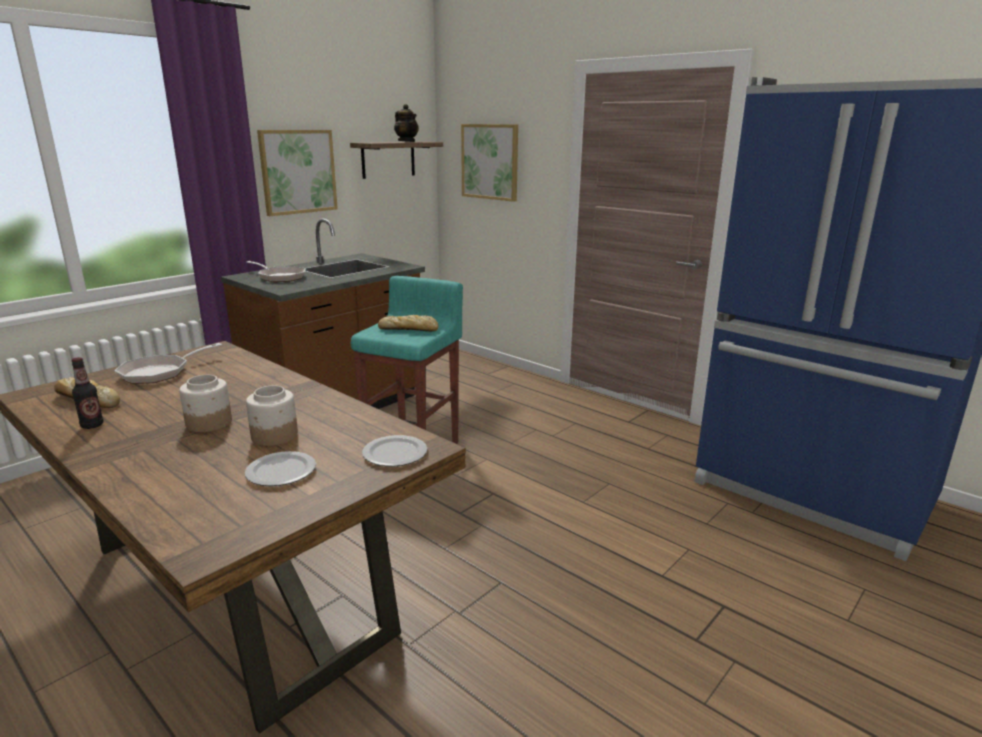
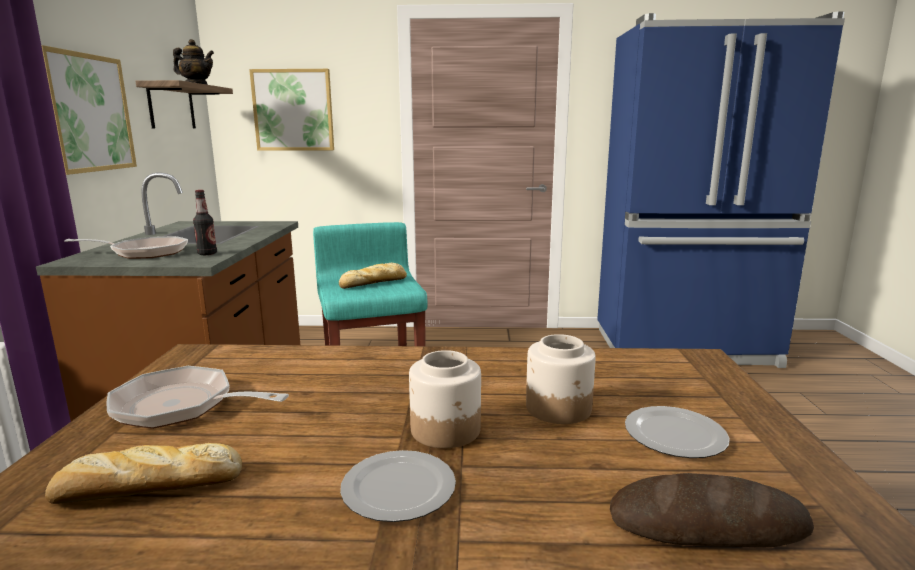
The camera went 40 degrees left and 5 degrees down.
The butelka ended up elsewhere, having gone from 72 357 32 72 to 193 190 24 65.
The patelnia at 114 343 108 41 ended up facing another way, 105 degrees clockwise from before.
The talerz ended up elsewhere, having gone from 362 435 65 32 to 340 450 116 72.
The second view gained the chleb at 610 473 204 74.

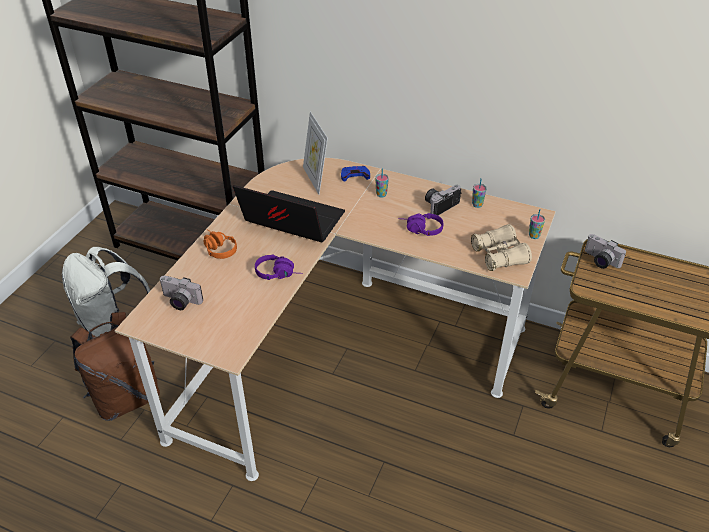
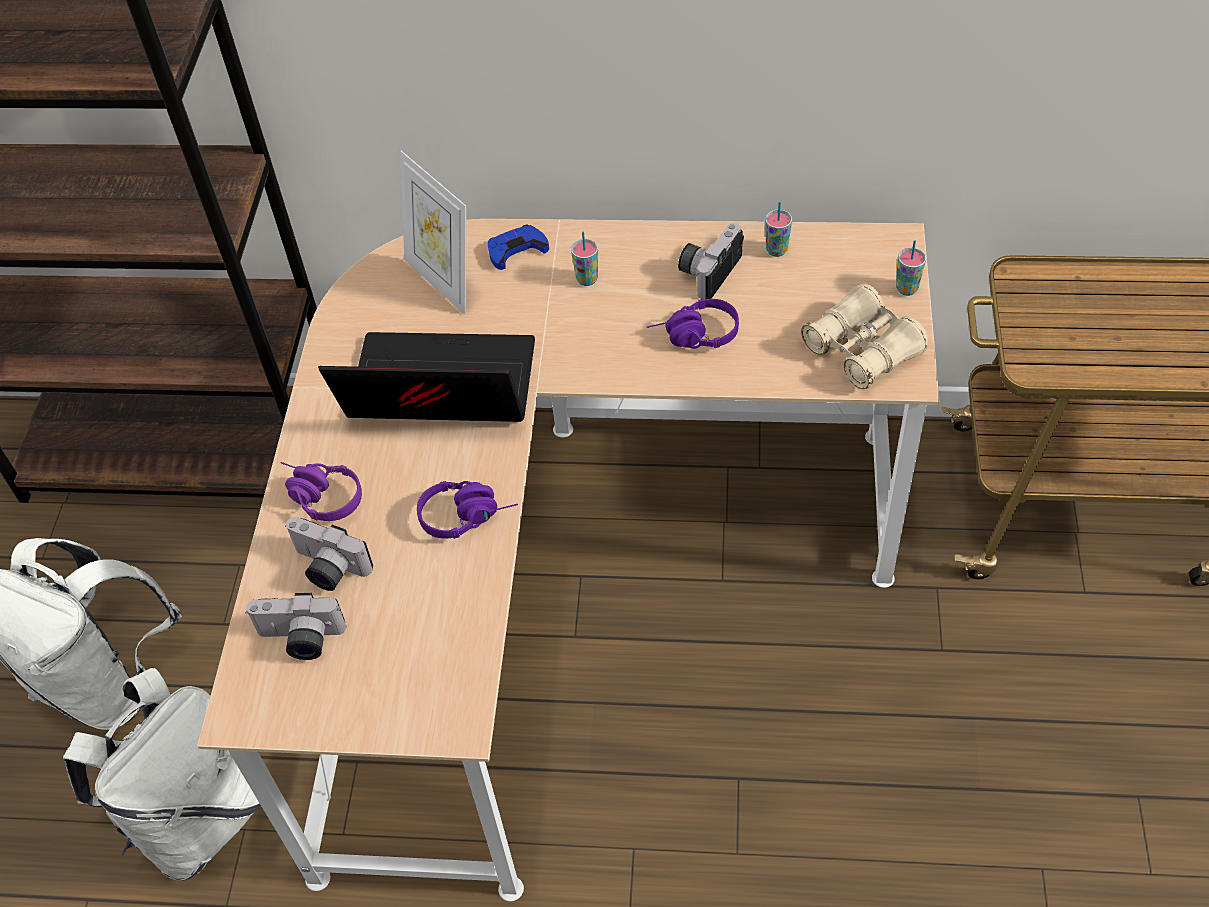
The camera went 15 degrees left and 10 degrees up.
What was the plecak [brązowy] at 70 312 90 109 turned into the plecak [biały] at 63 668 198 213.
What was the słuchawki [pomarańczowy] at 203 229 34 30 turned into the słuchawki [fioletowy] at 281 462 81 59.
The aparat fotograficzny ended up elsewhere, having gone from 585 234 41 35 to 285 517 88 74.

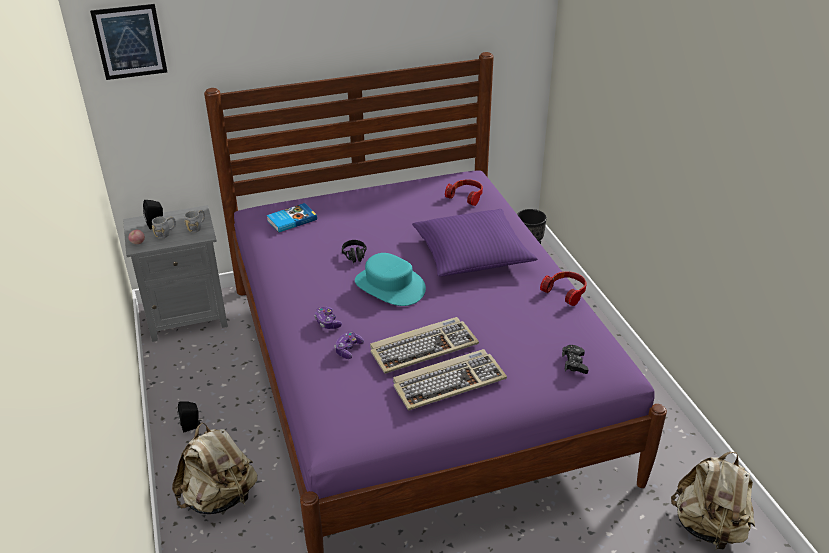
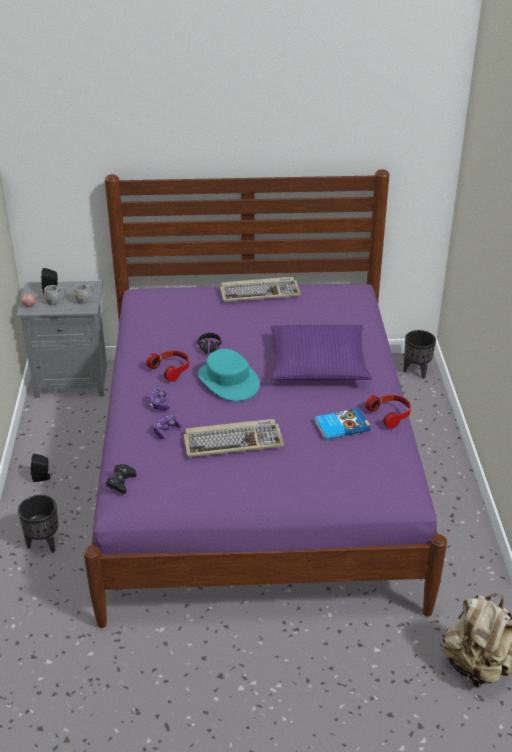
The camera went 15 degrees right and 0 degrees up.
The second view lost the obraz at 90 4 77 76.
Where the plecak [beżowy] stood at 172 422 85 92, the donica [czarny] came to stand at 18 495 40 58.
The książka ended up elsewhere, having gone from 267 203 50 30 to 315 408 55 32.
The klawiatura ended up elsewhere, having gone from 393 349 114 62 to 220 277 81 25.
The słuchawki ended up elsewhere, having gone from 445 179 38 27 to 146 350 43 32.
The pad do gier [czarny] ended up elsewhere, having gone from 562 345 27 29 to 106 464 30 30.

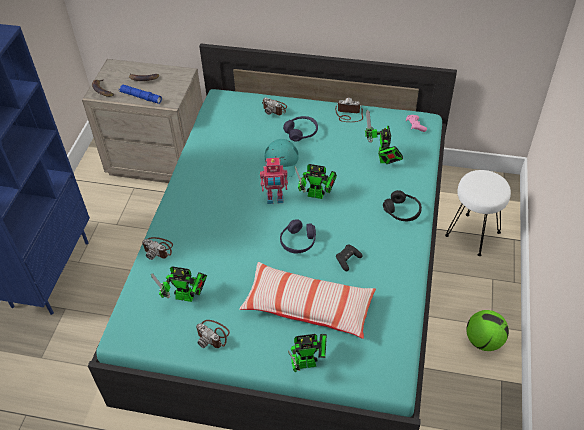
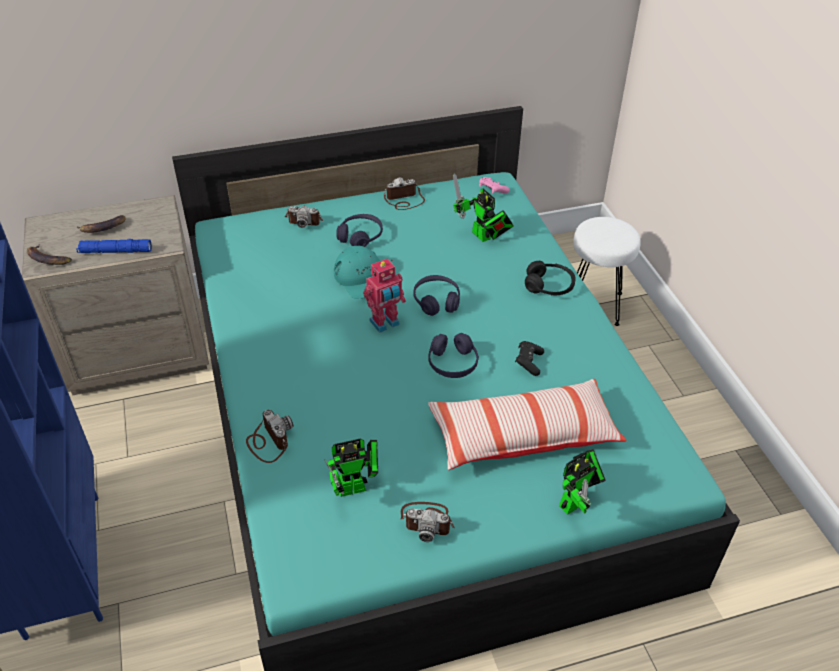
The camera went 30 degrees left and 5 degrees down.
The aparat fotograficzny at 142 237 31 23 ended up facing another way, 120 degrees counterclockwise from before.
Where the robot zabawkowy stood at 295 164 42 35, the słuchawki [fioletowy] came to stand at 413 275 47 41.
The second view lost the piłka futbolowa at 466 310 43 41.

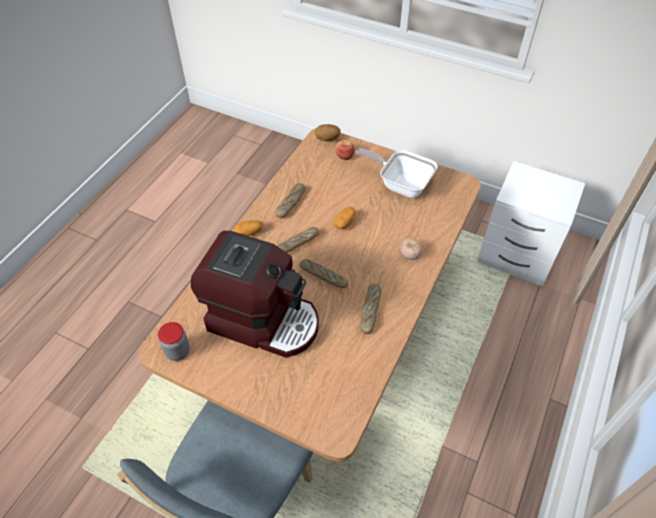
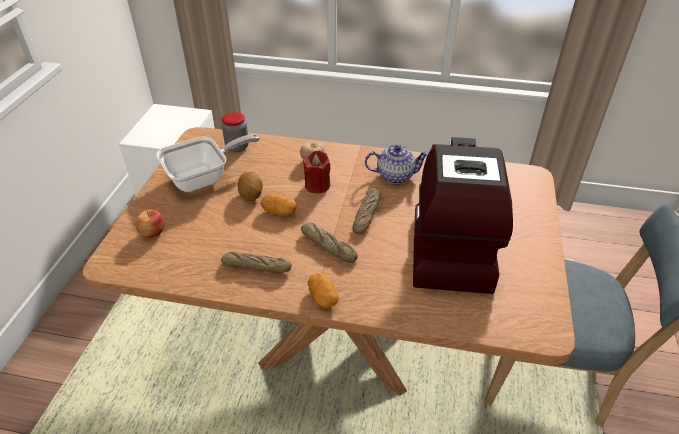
The camera went 105 degrees left and 10 degrees down.
The słoik ended up elsewhere, having gone from 158 322 32 39 to 222 112 27 40.
The ziemniak ended up elsewhere, having gone from 315 124 26 17 to 238 172 25 29.
The patelnia at 356 149 82 49 ended up facing another way, 135 degrees counterclockwise from before.
Where the chleb stood at 360 283 21 51, the imbryk came to stand at 365 145 64 39.
The second view gained the świeca [czerwony] at 303 151 27 43.

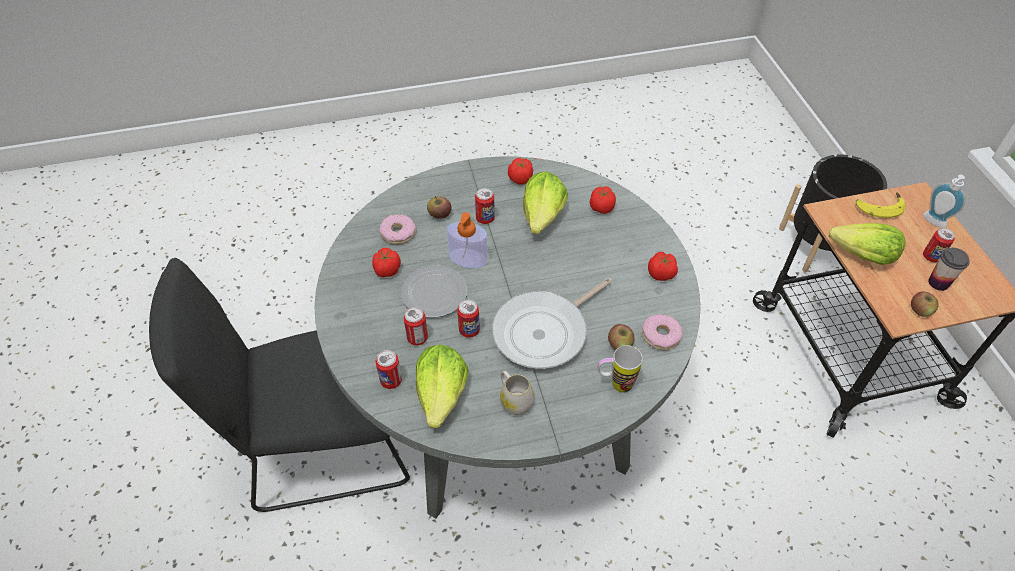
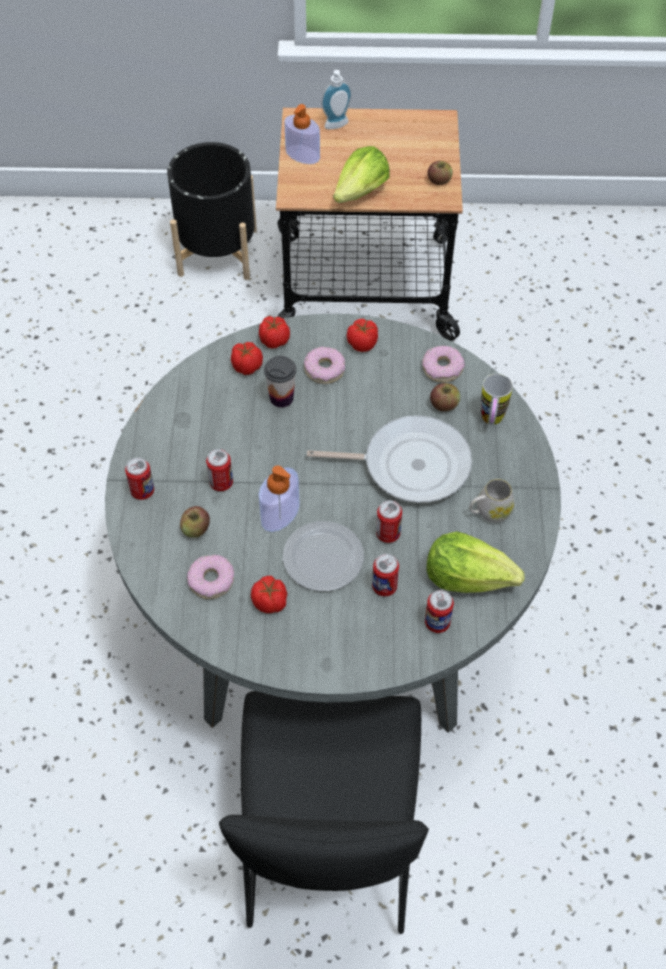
The camera went 75 degrees left and 5 degrees up.
The patelnia at 492 278 120 91 ended up facing another way, 60 degrees counterclockwise from before.
The pomidor ended up elsewhere, having gone from 508 158 25 27 to 259 316 31 32.
The second view lost the sałata at 523 171 45 63.
Where the banan stood at 856 192 50 26, the dozownik mydła came to stand at 284 104 36 60.
The puszka ended up elsewhere, having gone from 923 228 32 35 to 125 457 29 43.
The filiżanka ended up elsewhere, having gone from 928 248 42 43 to 264 356 32 51.
The second view gained the donut at 304 347 41 37.

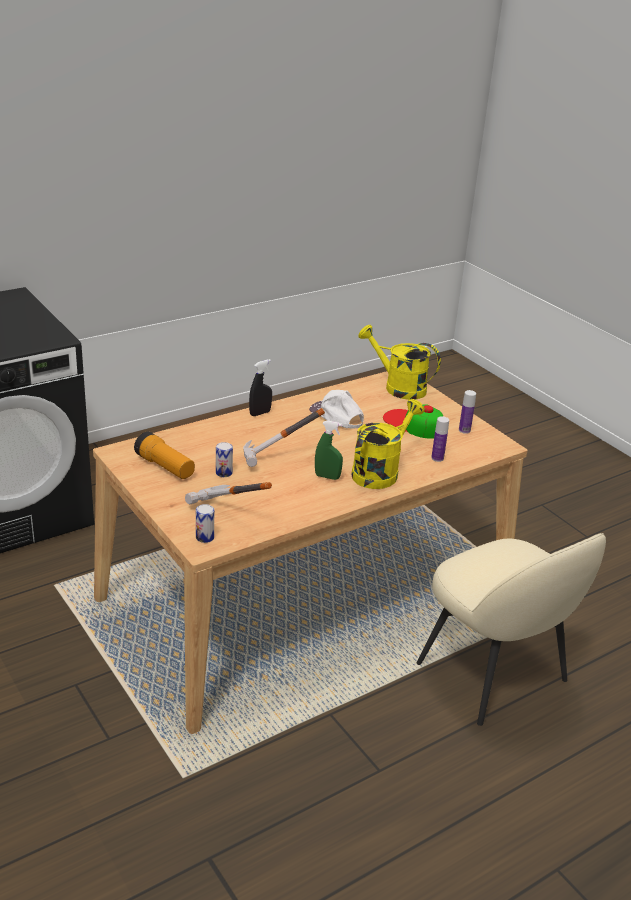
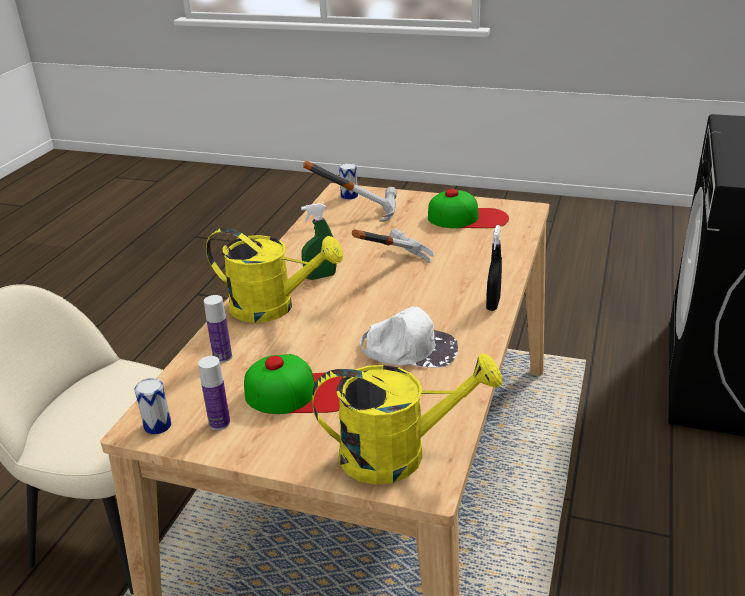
The camera went 145 degrees right and 0 degrees up.
Where the latarka stood at 134 432 61 47, the czapka z daszkiem came to stand at 428 189 81 39.
The puszka ended up elsewhere, having gone from 216 442 17 35 to 135 378 36 57.
The konewka [żółty] at 351 399 74 90 ended up facing another way, 75 degrees counterclockwise from before.

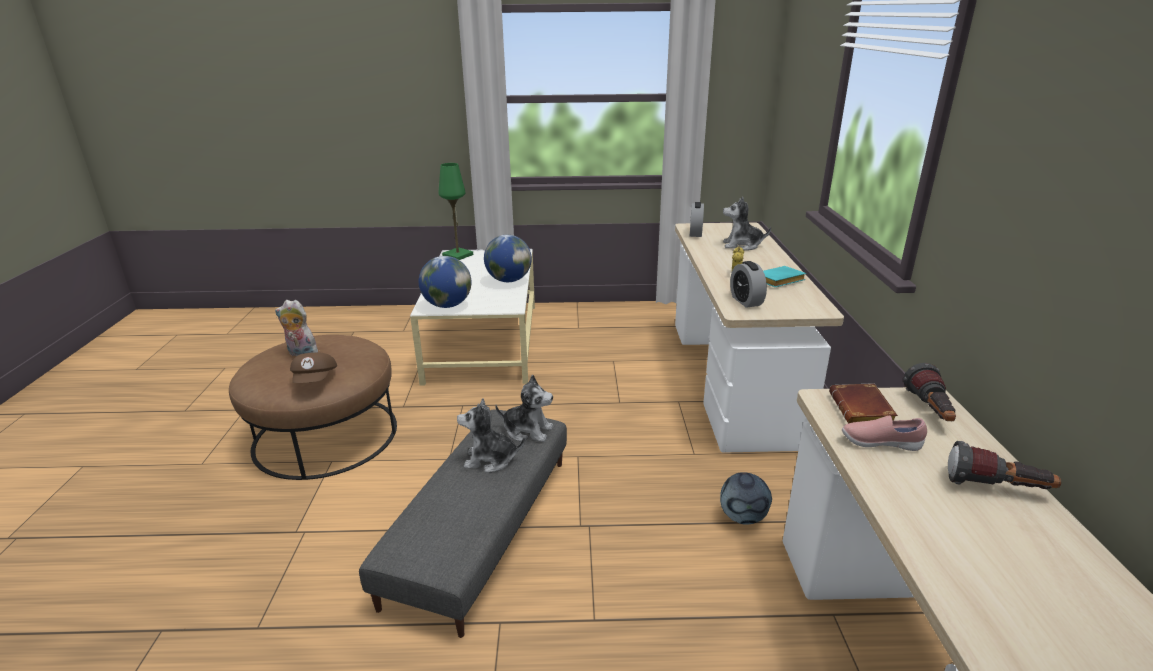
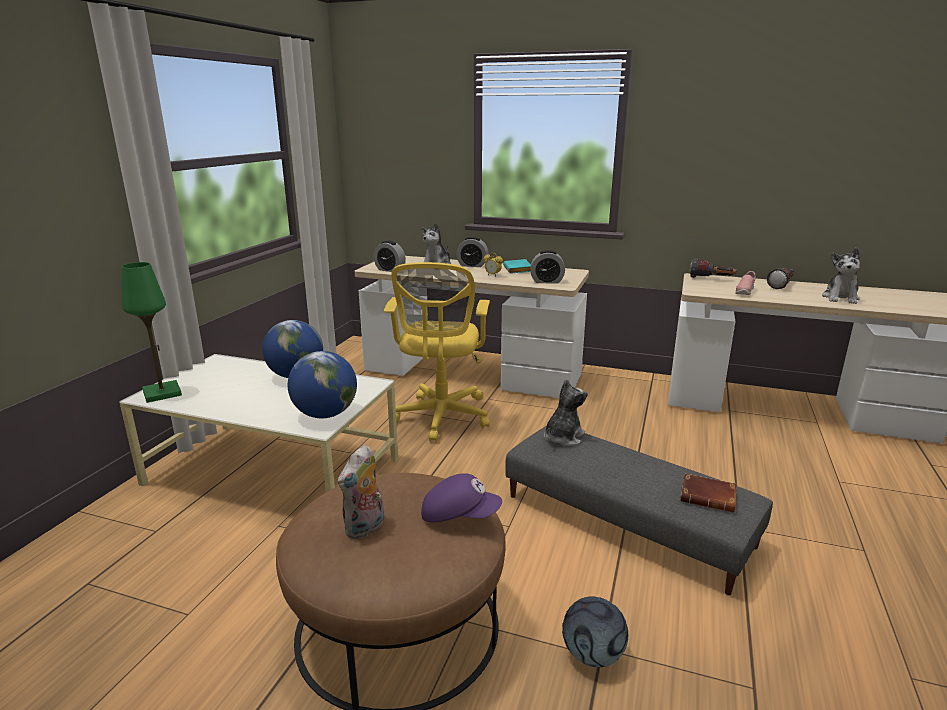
The camera went 70 degrees left and 5 degrees down.
What was the czapka z daszkiem [brązowy] at 290 353 47 30 turned into the czapka z daszkiem [fioletowy] at 421 473 81 49.
The pluszak ended up elsewhere, having gone from 457 398 68 75 to 822 248 38 56.
The piłka futbolowa ended up elsewhere, having gone from 720 472 52 53 to 562 596 67 71.
The książka [brązowy] ended up elsewhere, having gone from 829 383 69 41 to 680 473 56 40.
The second view gained the krzesło biurowe [żółty] at 384 262 106 180.
The second view gained the budzik at 456 237 33 30.

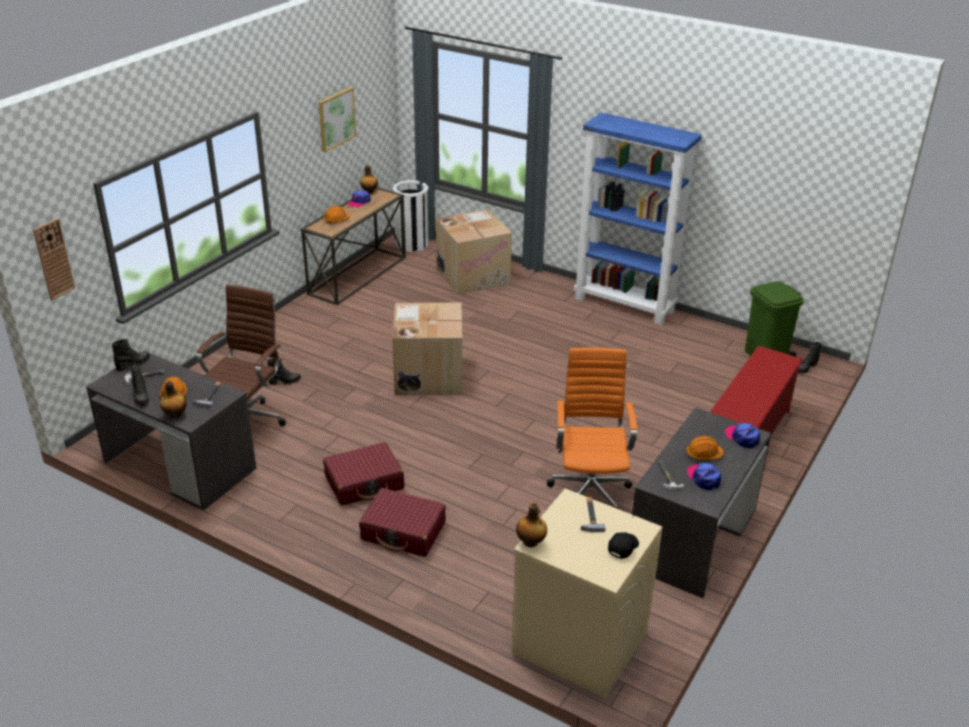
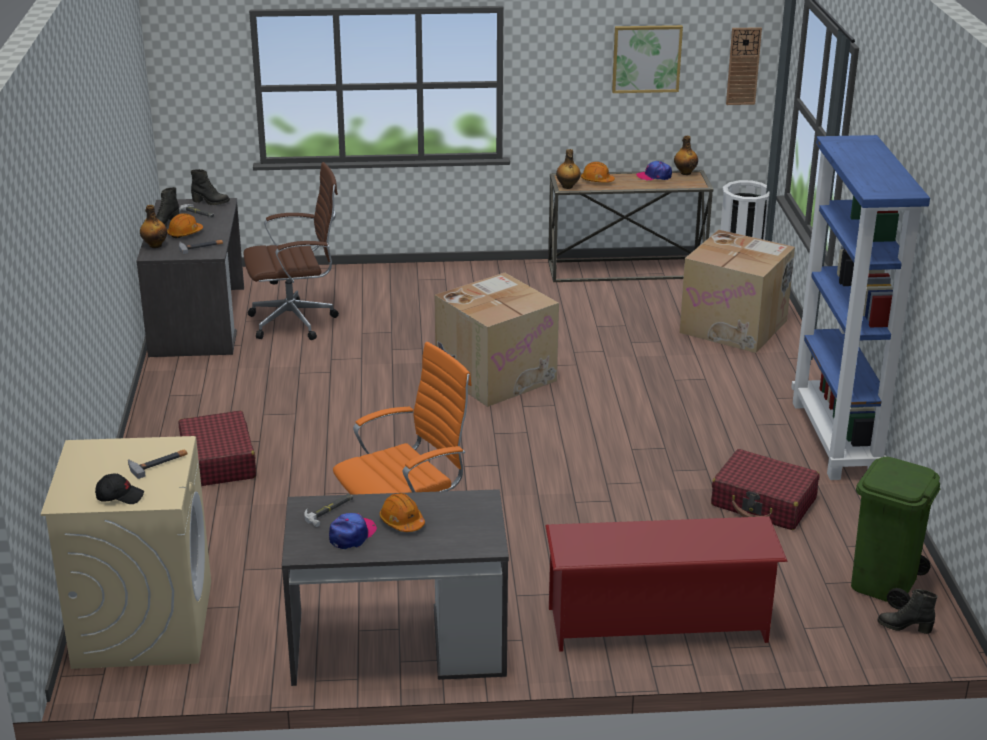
The camera went 55 degrees right and 5 degrees down.
The zegar ścienny ended up elsewhere, having gone from 33 218 42 82 to 726 27 36 78.
The second view lost the but z cholewką [czarny] at 267 358 34 27.
The walizka [czerwony] ended up elsewhere, having gone from 323 442 81 64 to 711 449 109 81.
The butelka ended up elsewhere, having gone from 516 503 31 44 to 556 149 25 40.
The second view lost the czapka z daszkiem at 725 423 35 25.

